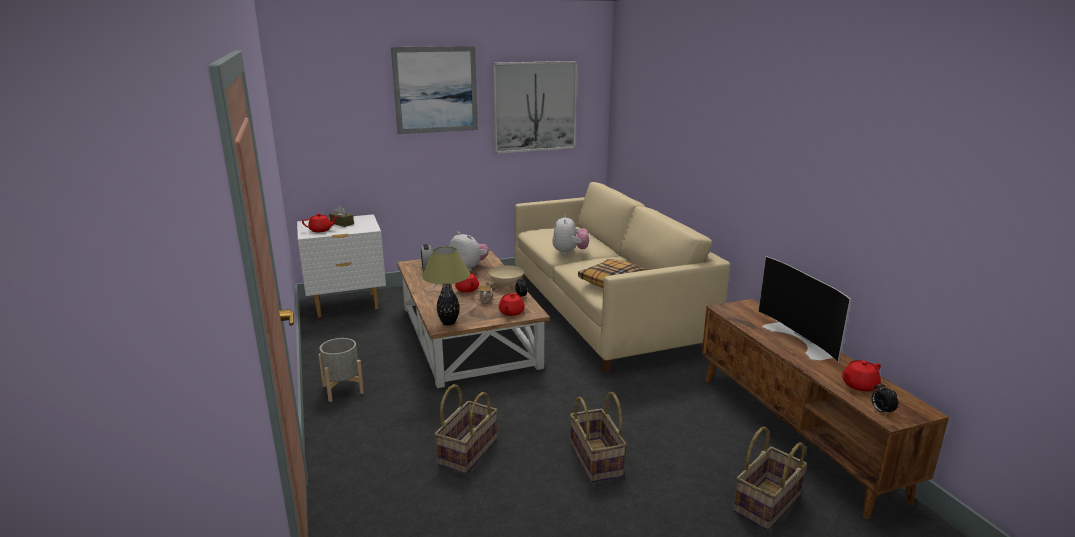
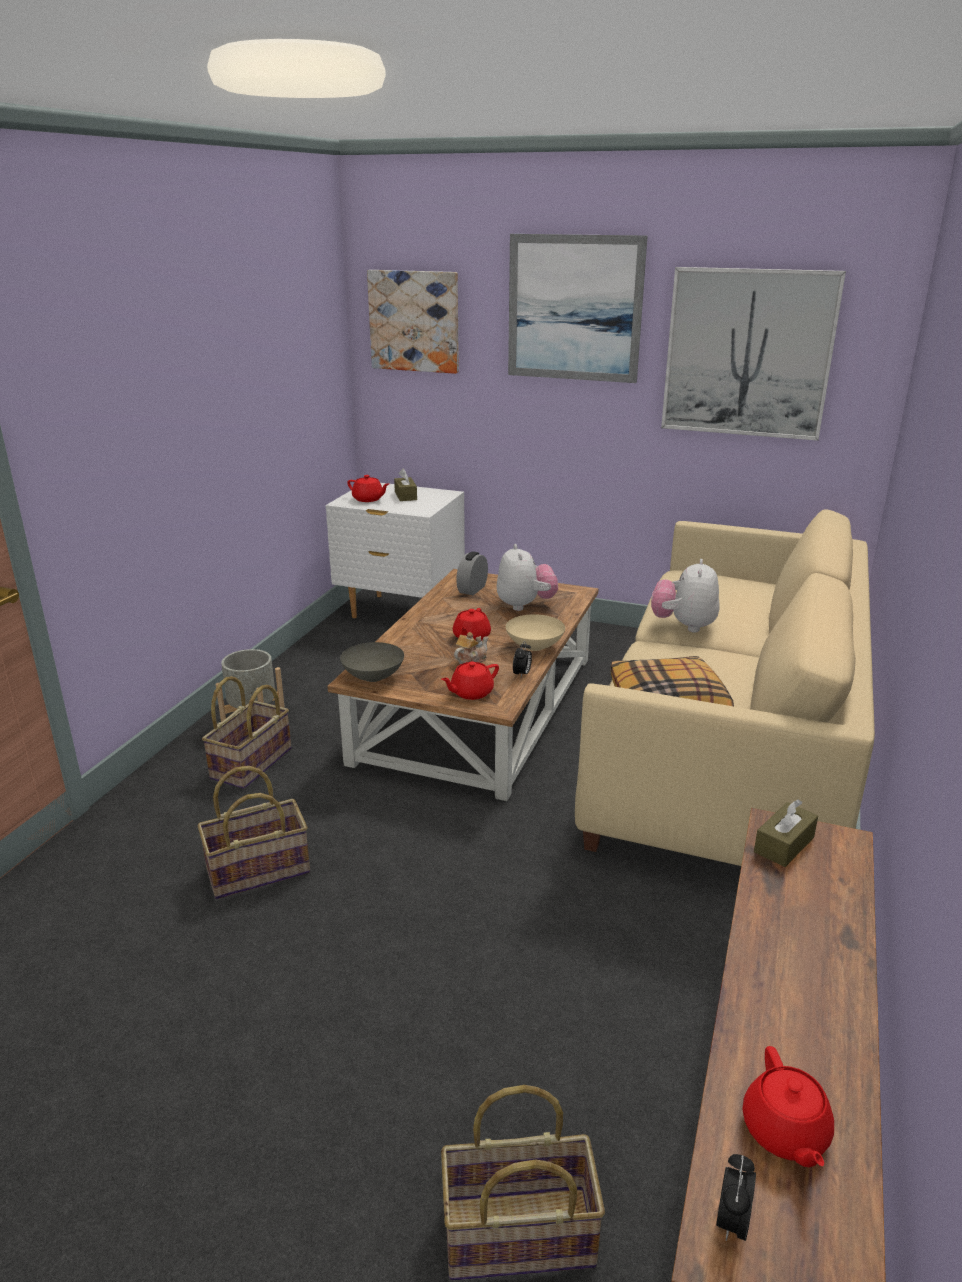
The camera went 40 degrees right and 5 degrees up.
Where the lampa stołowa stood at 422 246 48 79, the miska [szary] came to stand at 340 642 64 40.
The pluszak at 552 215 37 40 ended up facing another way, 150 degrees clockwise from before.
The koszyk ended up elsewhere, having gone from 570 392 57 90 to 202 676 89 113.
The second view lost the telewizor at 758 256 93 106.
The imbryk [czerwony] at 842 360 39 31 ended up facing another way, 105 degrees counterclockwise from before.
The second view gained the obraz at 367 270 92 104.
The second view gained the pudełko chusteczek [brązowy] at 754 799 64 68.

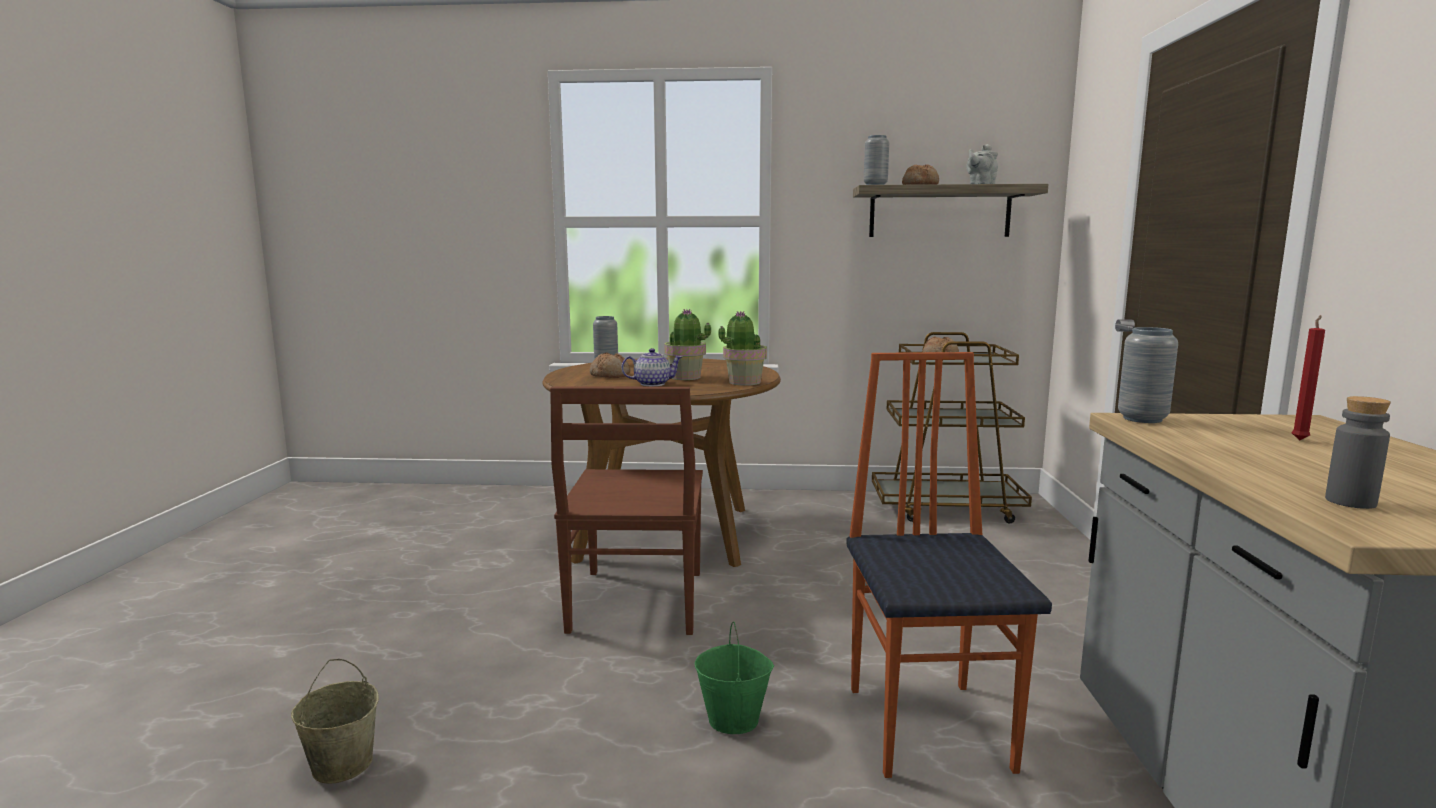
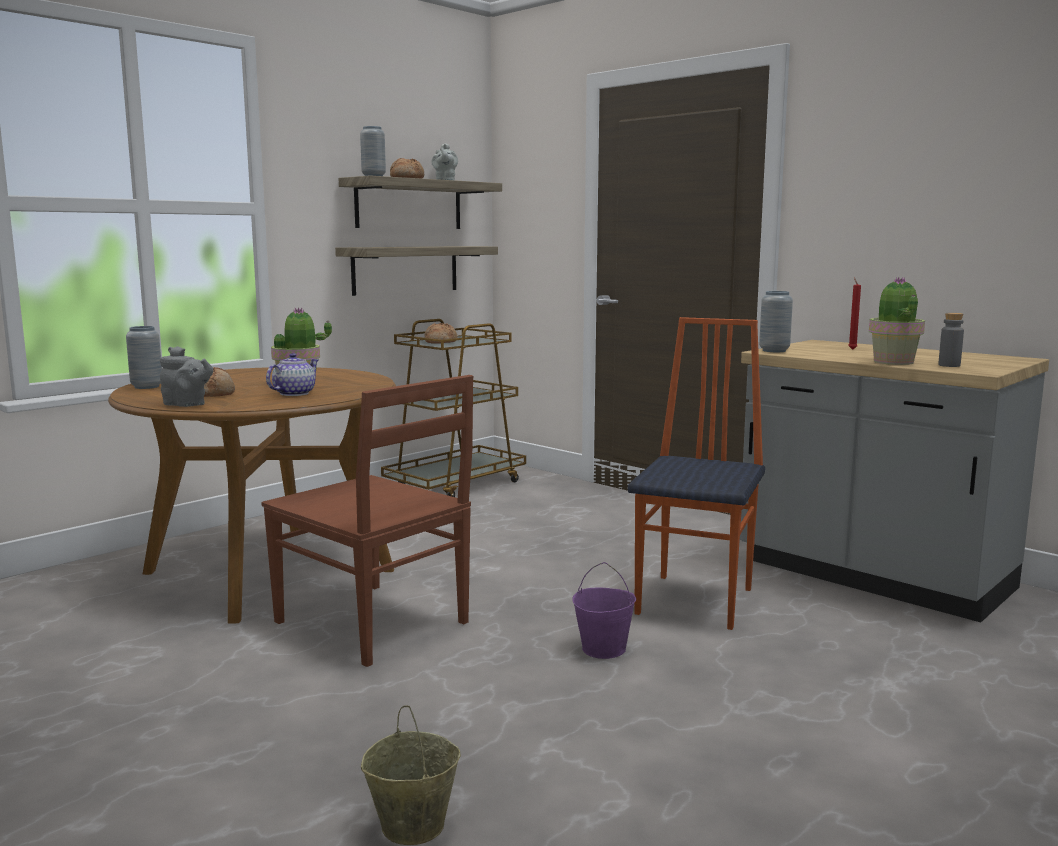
The camera went 50 degrees left and 0 degrees up.
What was the wiadro [zielony] at 695 622 79 112 turned into the wiadro [fioletowy] at 572 562 64 97.
The roślina doniczkowa ended up elsewhere, having gone from 718 311 49 75 to 869 277 56 88.
The krzesło at 846 352 206 426 ended up facing another way, 75 degrees clockwise from before.
The second view gained the imbryk [szary] at 160 346 53 61.
The second view gained the półka at 335 246 163 50.

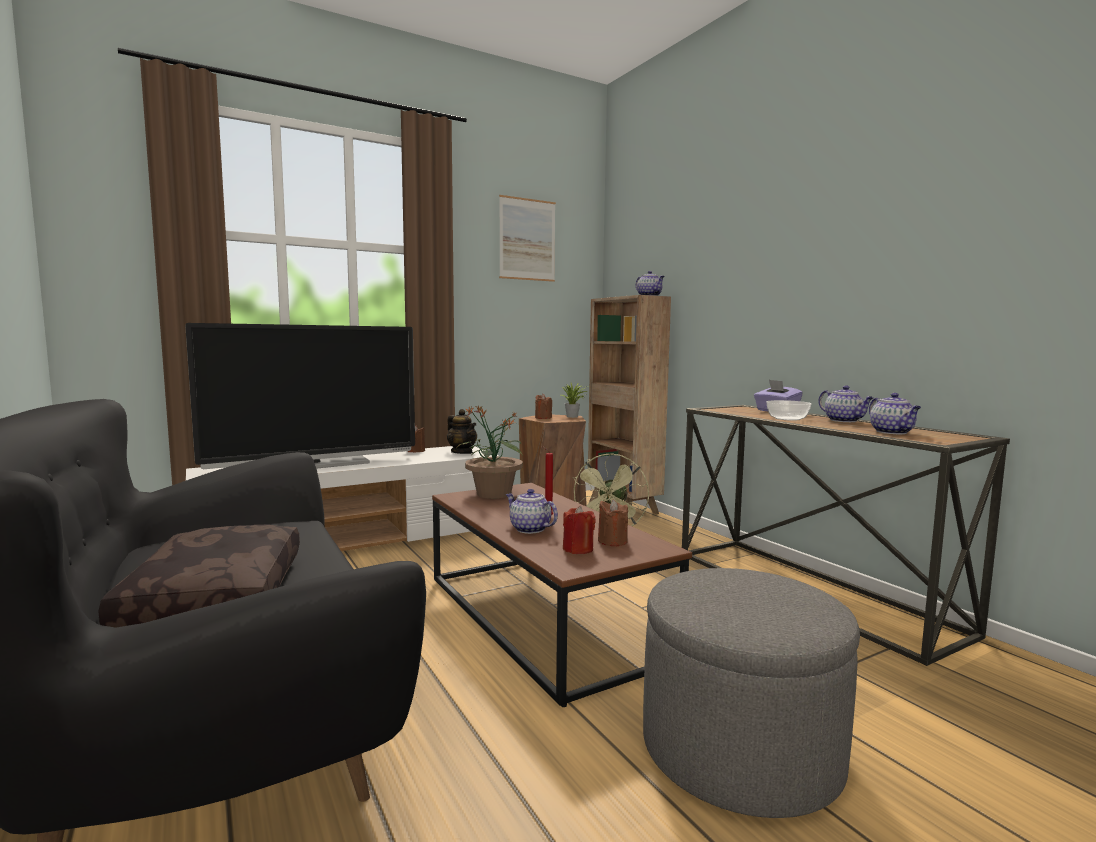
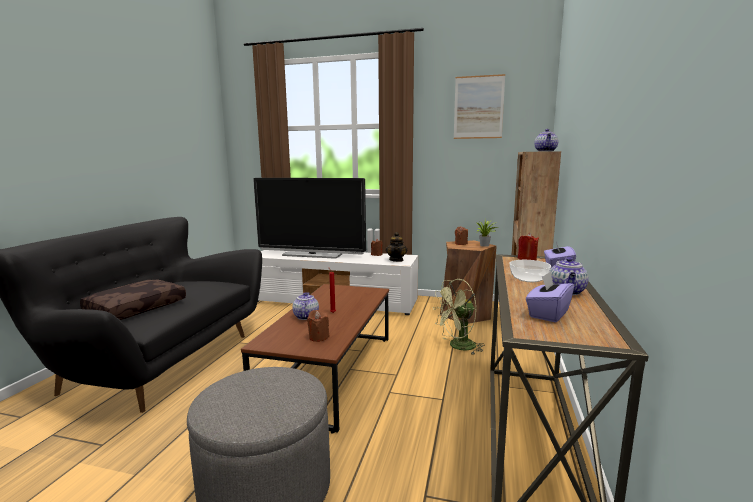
The camera went 45 degrees right and 5 degrees up.
The second view lost the roślina doniczkowa at 456 405 67 94.
The świeca [czerwony] ended up elsewhere, having gone from 563 505 33 49 to 518 233 21 27.
Where the imbryk stood at 869 393 52 41, the pudełko chusteczek [fioletowy] came to stand at 526 272 48 50.

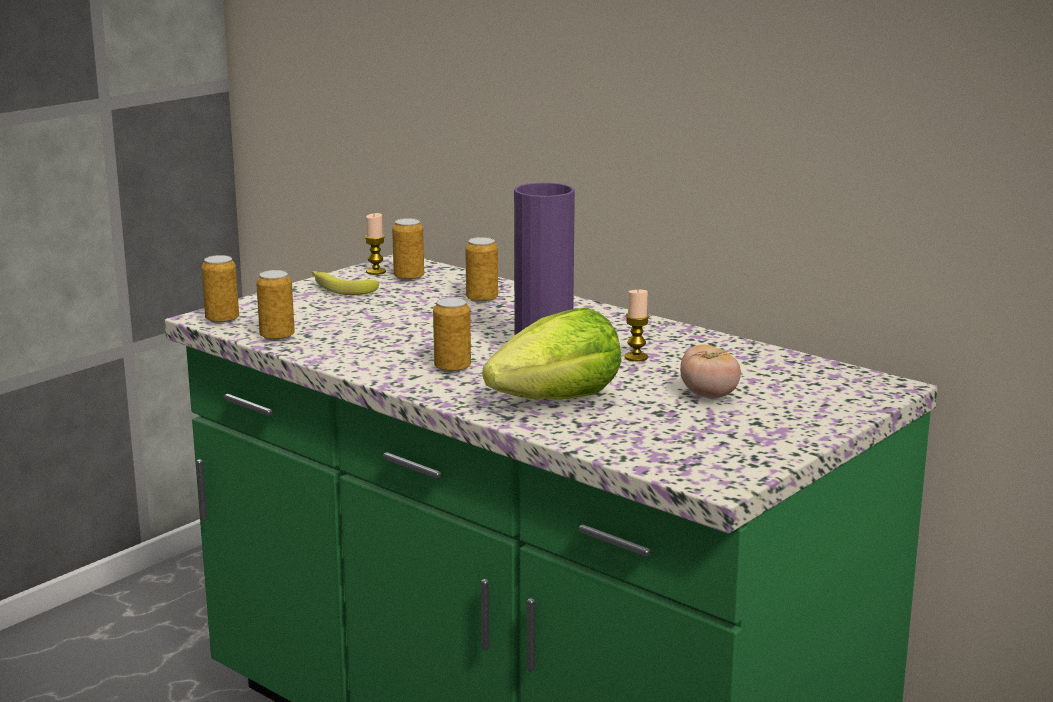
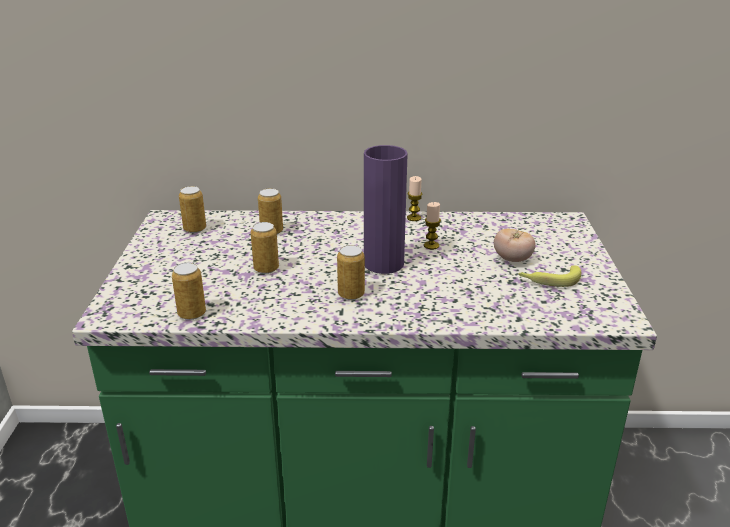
The camera went 40 degrees left and 10 degrees up.
The puszka ended up elsewhere, having gone from 201 255 38 69 to 251 222 28 52.
The banan ended up elsewhere, having gone from 311 271 68 24 to 518 265 63 22.
The świeca ended up elsewhere, having gone from 365 213 21 62 to 407 176 15 45.
The second view lost the sałata at 483 307 139 93.

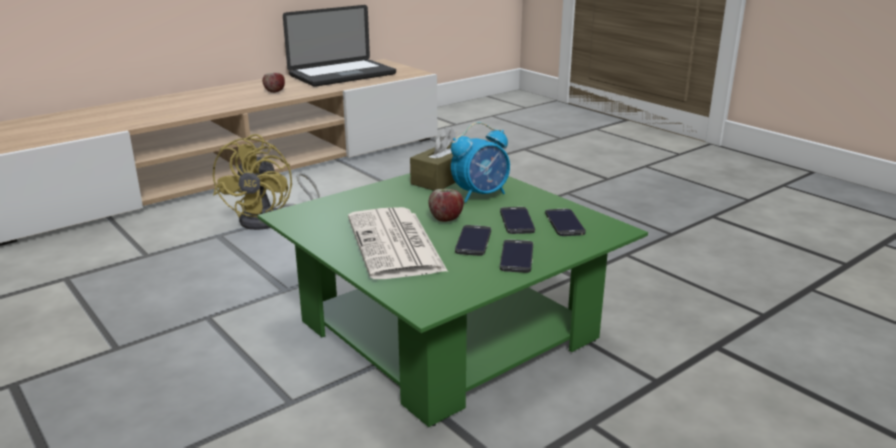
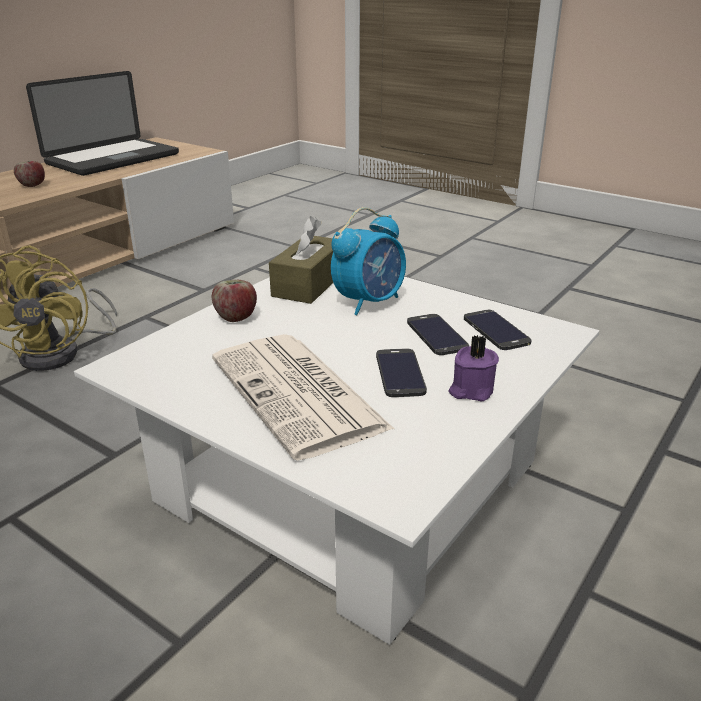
The camera went 15 degrees left and 5 degrees up.
What was the ława [zielony] at 258 173 390 254 turned into the ława [biały] at 74 277 526 368.
The jabłko ended up elsewhere, having gone from 429 189 35 33 to 212 280 45 42.
Where the telefon stood at 500 240 33 33, the świeca [fioletowy] came to stand at 449 335 50 66.

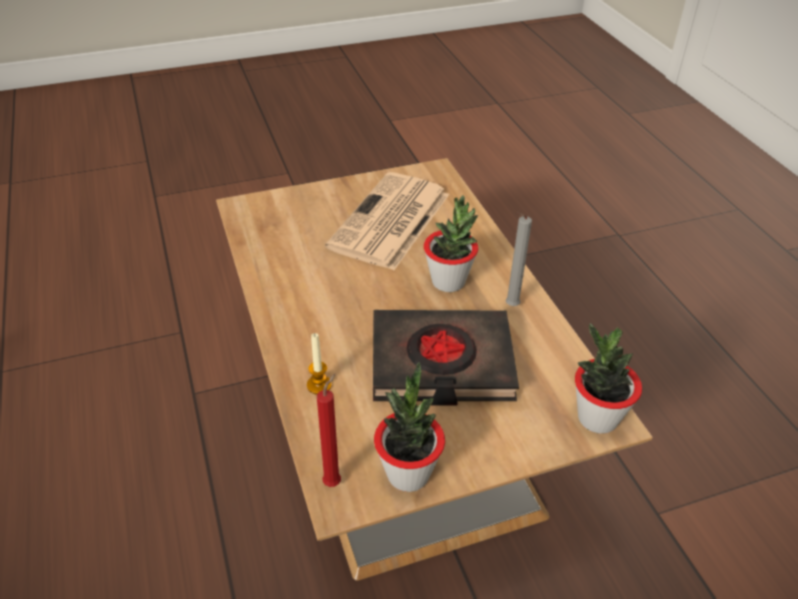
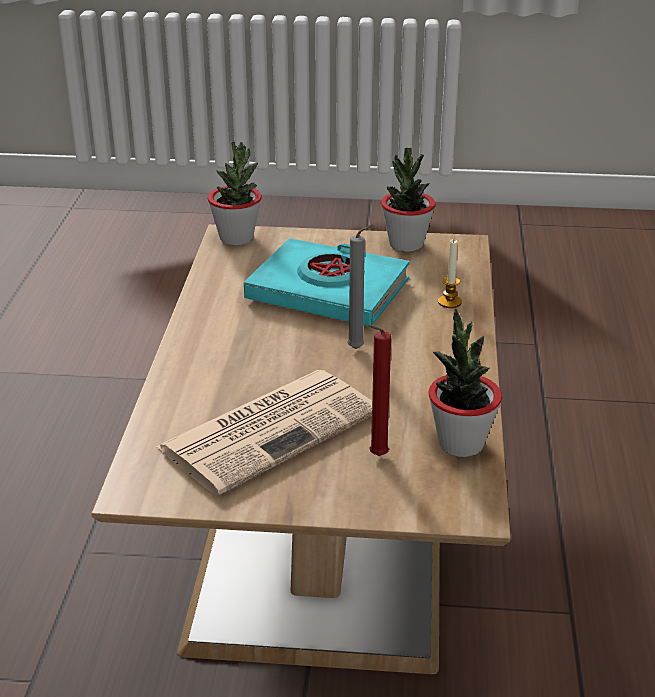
The camera went 155 degrees left and 10 degrees down.
The świeca [czerwony] ended up elsewhere, having gone from 317 373 24 114 to 368 325 23 131.
What was the książka [czarny] at 373 310 146 96 turned into the książka [turkusowy] at 244 238 165 88.
The roślina doniczkowa ended up elsewhere, having gone from 424 195 54 97 to 428 309 74 148.
The świeca [szary] ended up elsewhere, having gone from 505 212 27 94 to 347 225 26 124.

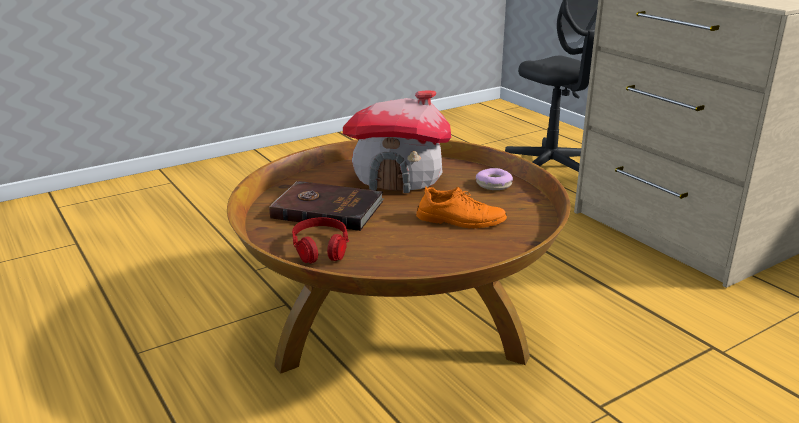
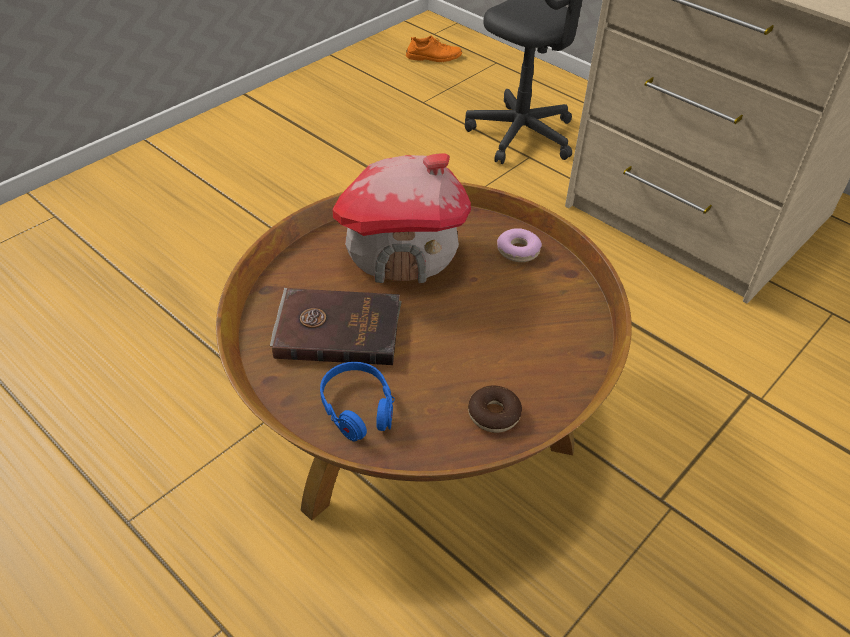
The camera went 15 degrees left and 20 degrees up.
What was the słuchawki [czerwony] at 292 217 57 46 turned into the słuchawki [niebieski] at 320 362 75 80.
The but [pomarańczowy] ended up elsewhere, having gone from 416 186 91 43 to 406 36 56 26.
The second view gained the donut at 468 386 54 47.

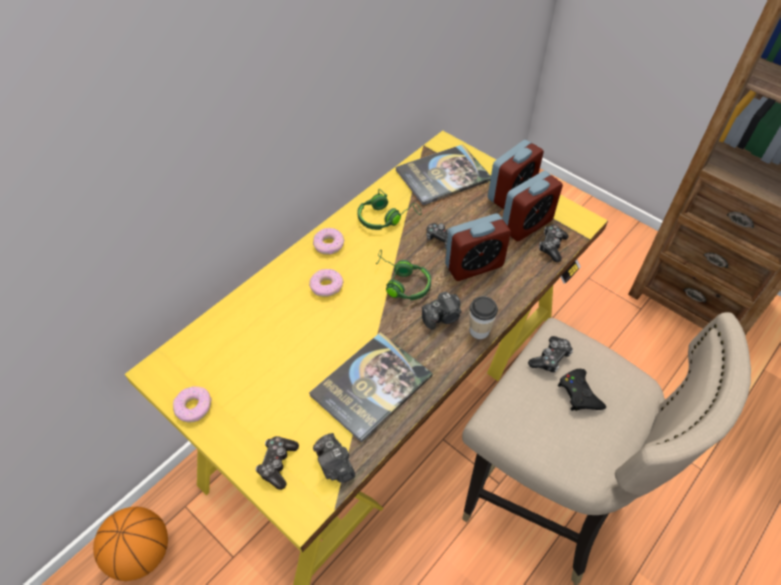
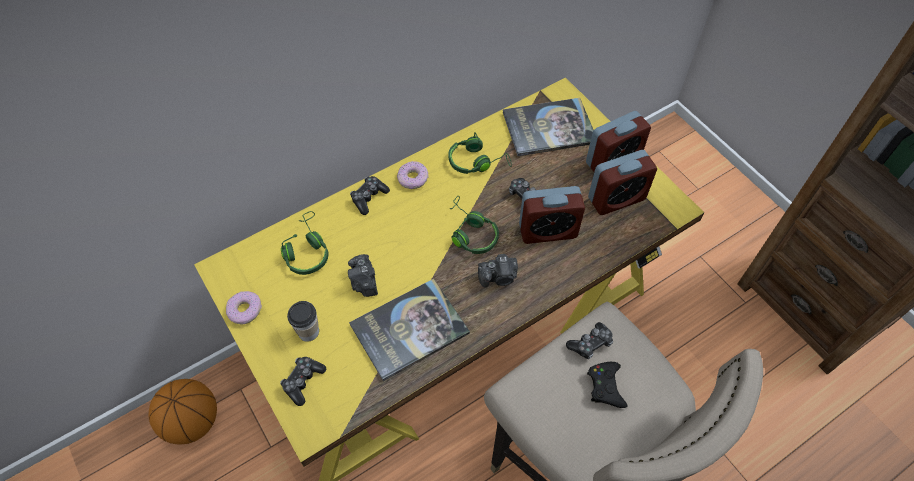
The camera went 15 degrees right and 5 degrees up.
The second view lost the donut at 309 269 34 28.
The aparat fotograficzny ended up elsewhere, having gone from 313 433 42 50 to 348 254 30 43.
The filiżanka ended up elsewhere, having gone from 470 296 28 43 to 287 301 32 41.
The pad do gier ended up elsewhere, having gone from 539 225 30 37 to 350 176 40 39.
The second view gained the słuchawki [zielony] at 281 211 47 64.

